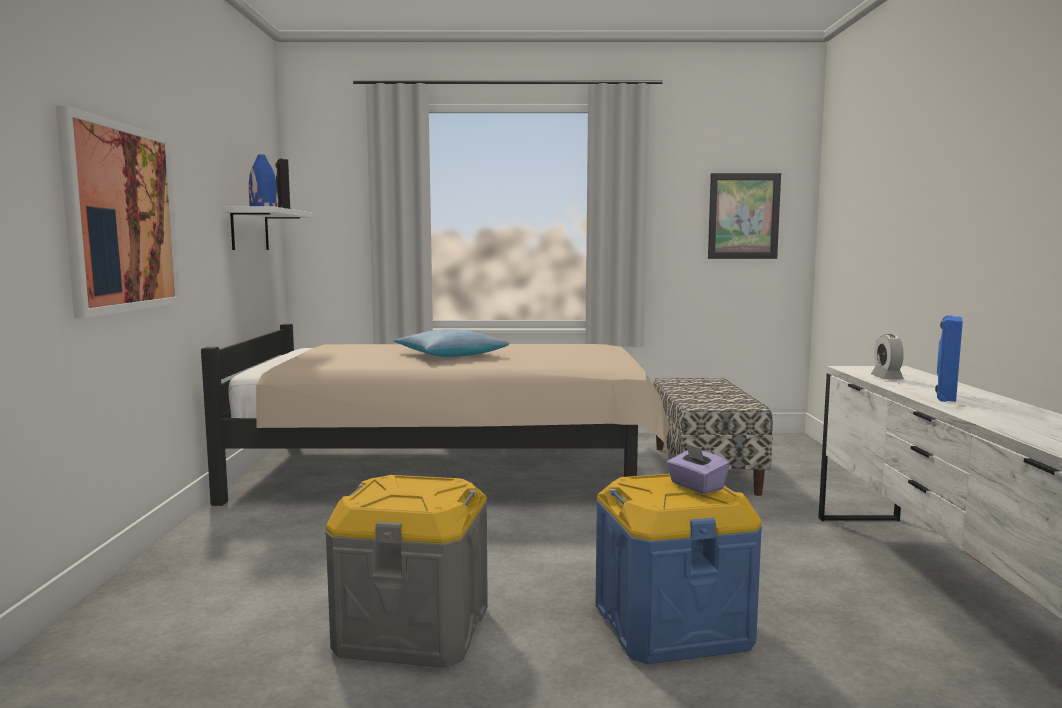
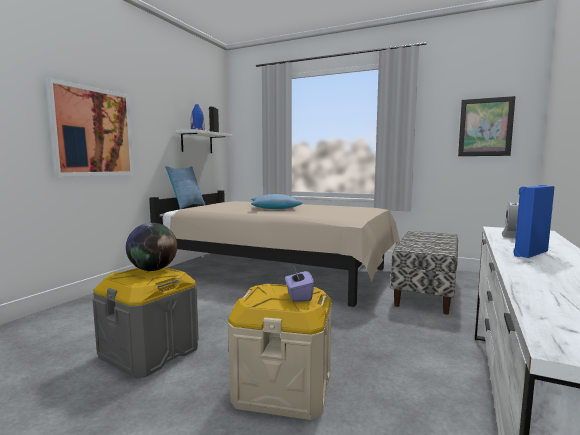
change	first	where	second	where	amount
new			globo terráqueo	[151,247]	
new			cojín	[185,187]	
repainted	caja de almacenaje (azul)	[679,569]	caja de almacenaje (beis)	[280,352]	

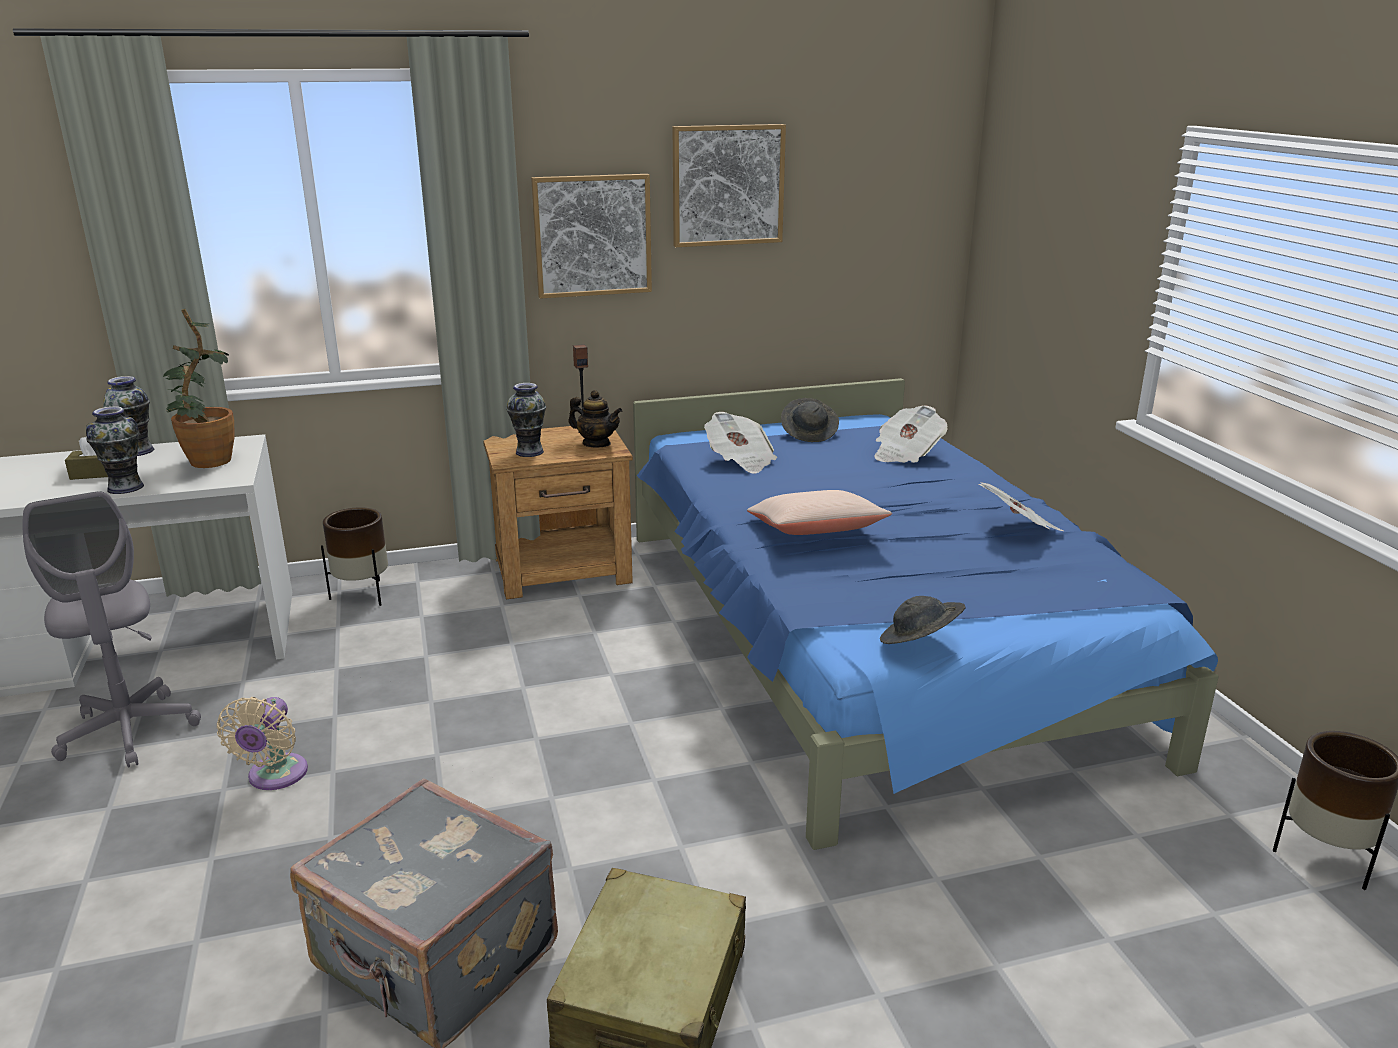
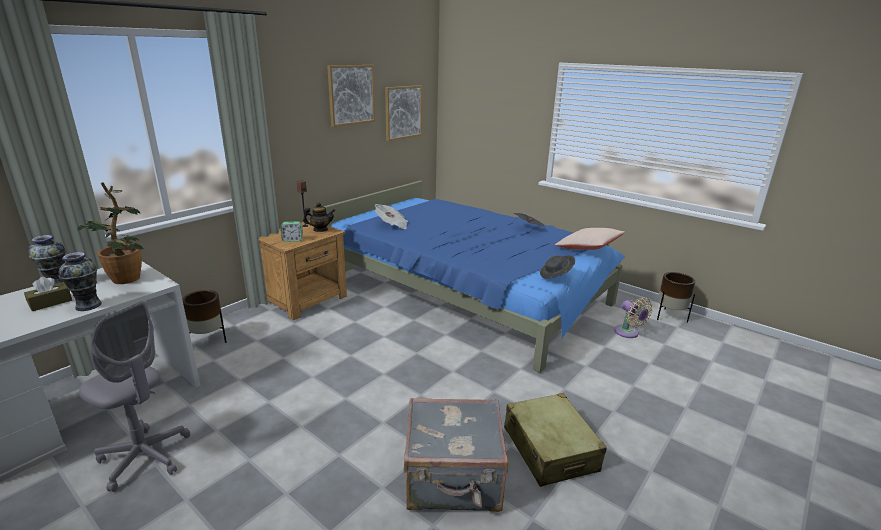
change	first	where	second	where	amount
gone	sombrero (gris)	[810,420]			
gone	periódico	[911,434]			
shifted	ventilador (beis)	[262,743]		[633,318]	
shifted	cuadro	[591,236]		[403,113]	
shifted	cojín (beis)	[819,512]		[590,239]	
swapped	florero	[526,420]	despertador	[291,231]	

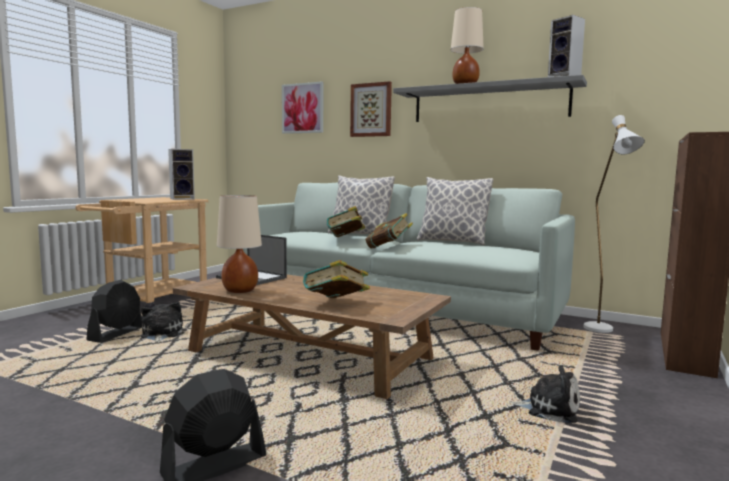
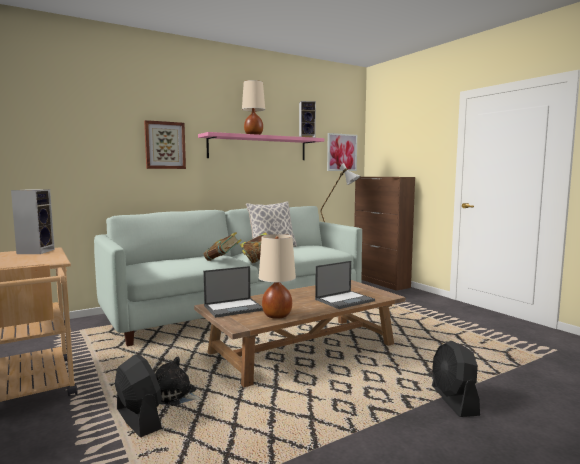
change	first	where	second	where	amount
gone	cojín	[361,204]			
gone	peluche	[545,394]			
shifted	cuadro	[302,107]		[342,152]	
swapped	libro	[336,279]	portátil	[345,285]	
repainted	estante (gris)	[490,98]	estante (rosa)	[261,146]	

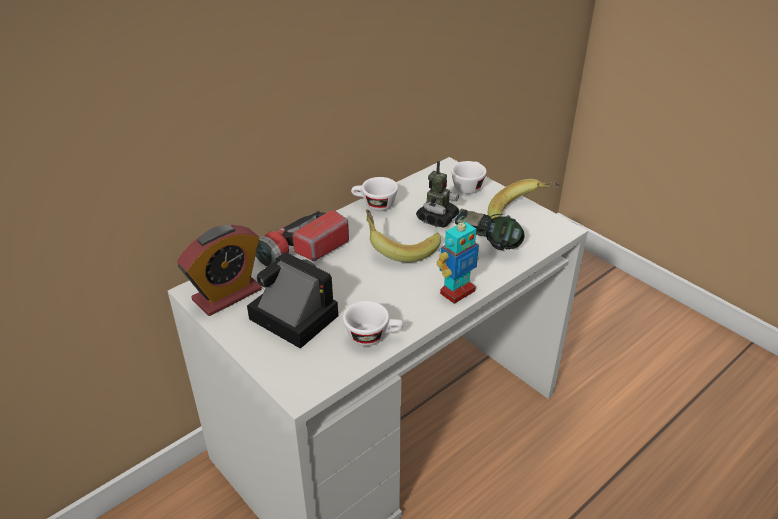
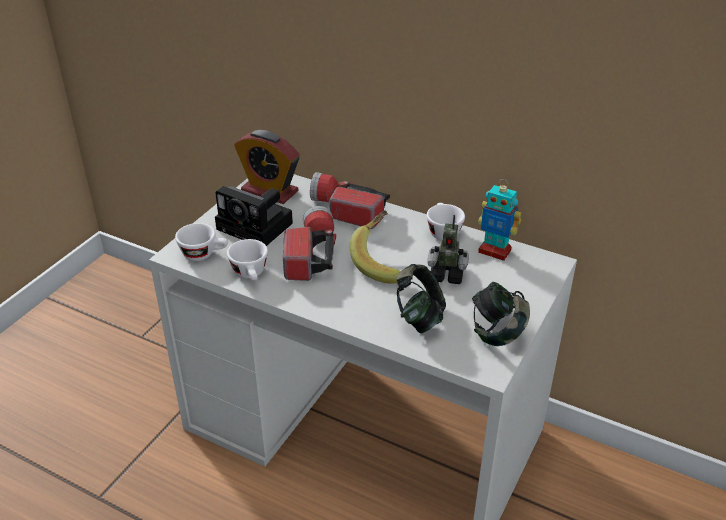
change	first	where	second	where	amount
new			linterna	[309,243]	
shifted	robot de juguete	[458,260]		[499,220]	
shifted	taza (blanco)	[468,177]		[201,242]	
swapped	plátano	[524,199]	auriculares	[501,314]	
rotated	cámara	[292,300]		[254,216]	105 degrees clockwise

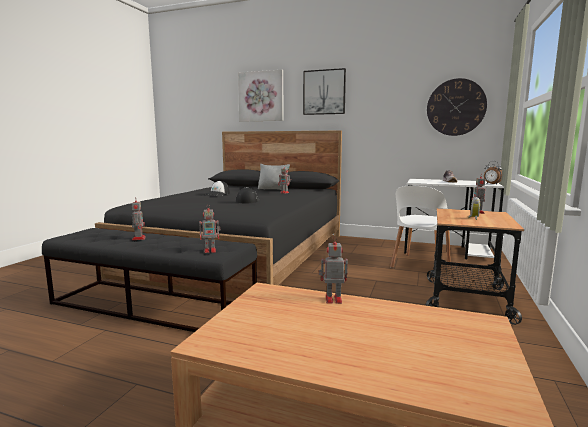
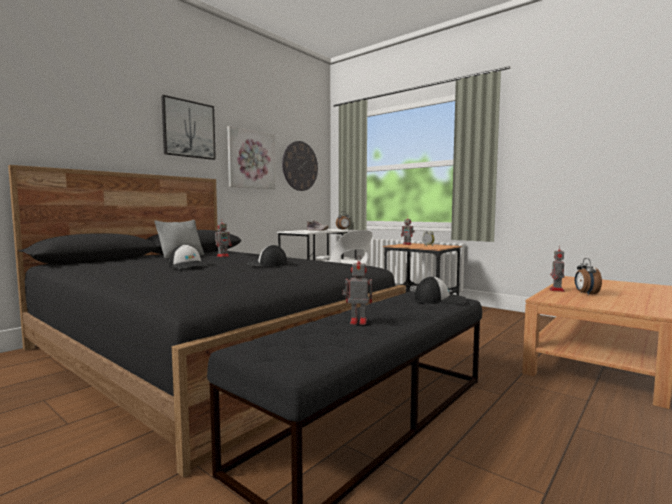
change	first	where	second	where	amount
new			despertador	[588,276]	
shifted	cuadro	[261,96]		[251,157]	
swapped	robot de juguete	[210,228]	gorra	[441,290]	

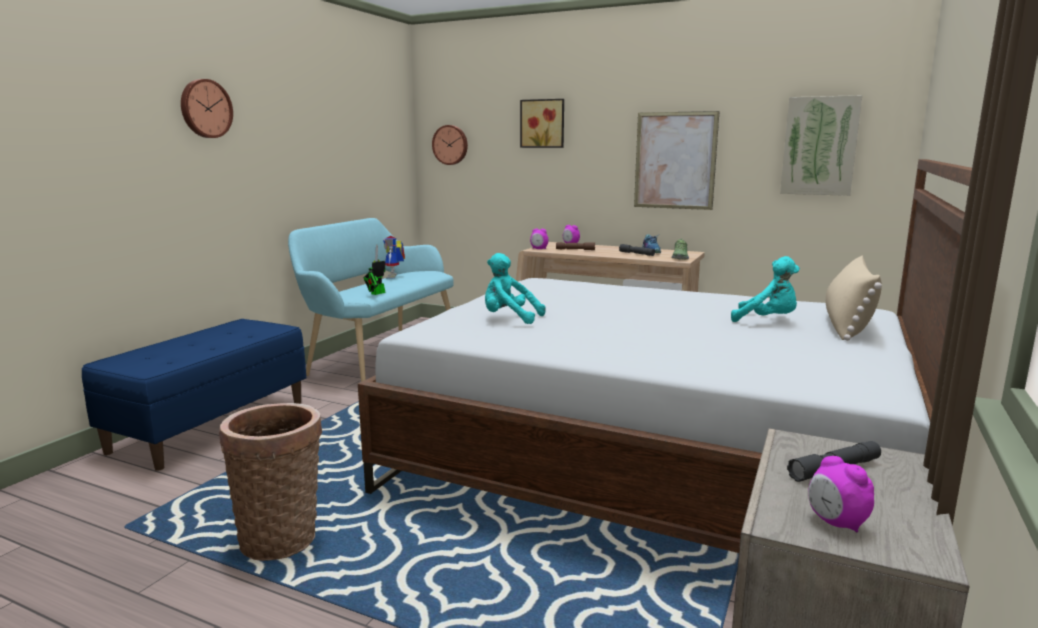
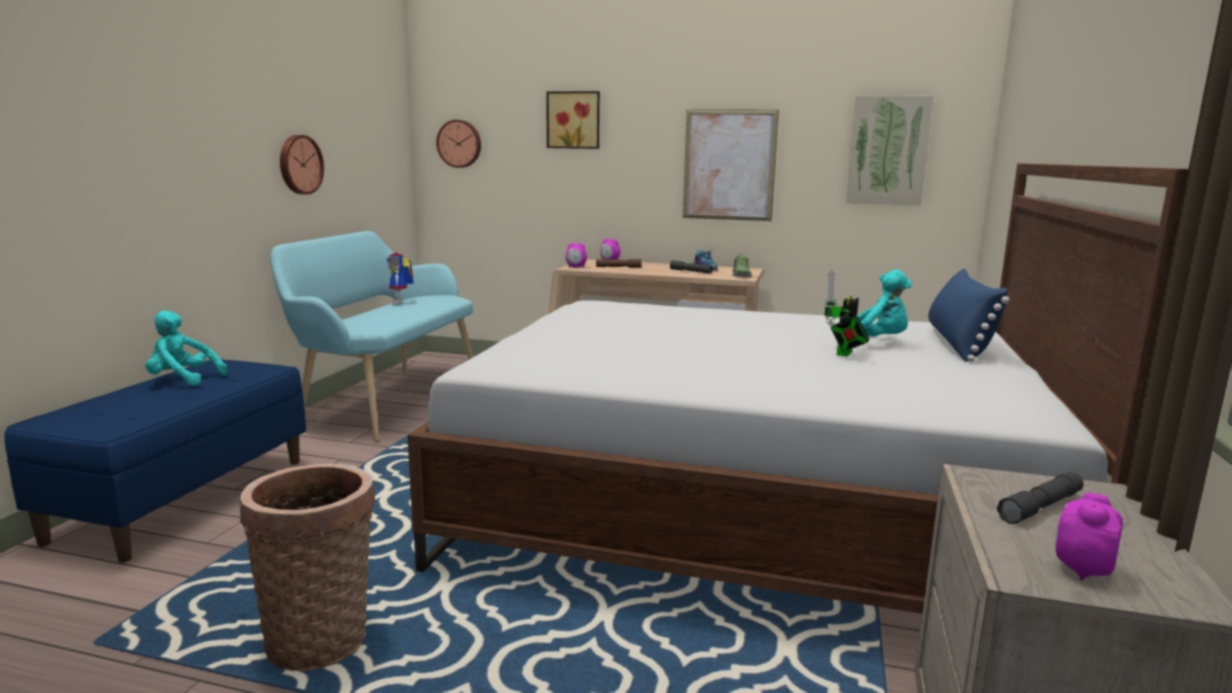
change	first	where	second	where	amount
shifted	reloj de pared	[207,108]		[302,165]	
shifted	robot de juguete	[374,270]		[847,313]	
shifted	peluche (turquesa)	[515,288]		[186,348]	
repainted	cojín (beis)	[854,298]	cojín (azul)	[968,315]	
rotated	despertador	[841,494]		[1089,536]	75 degrees clockwise

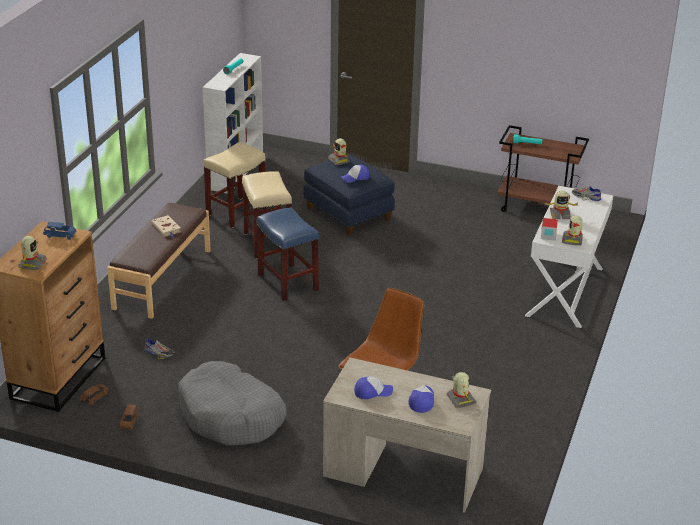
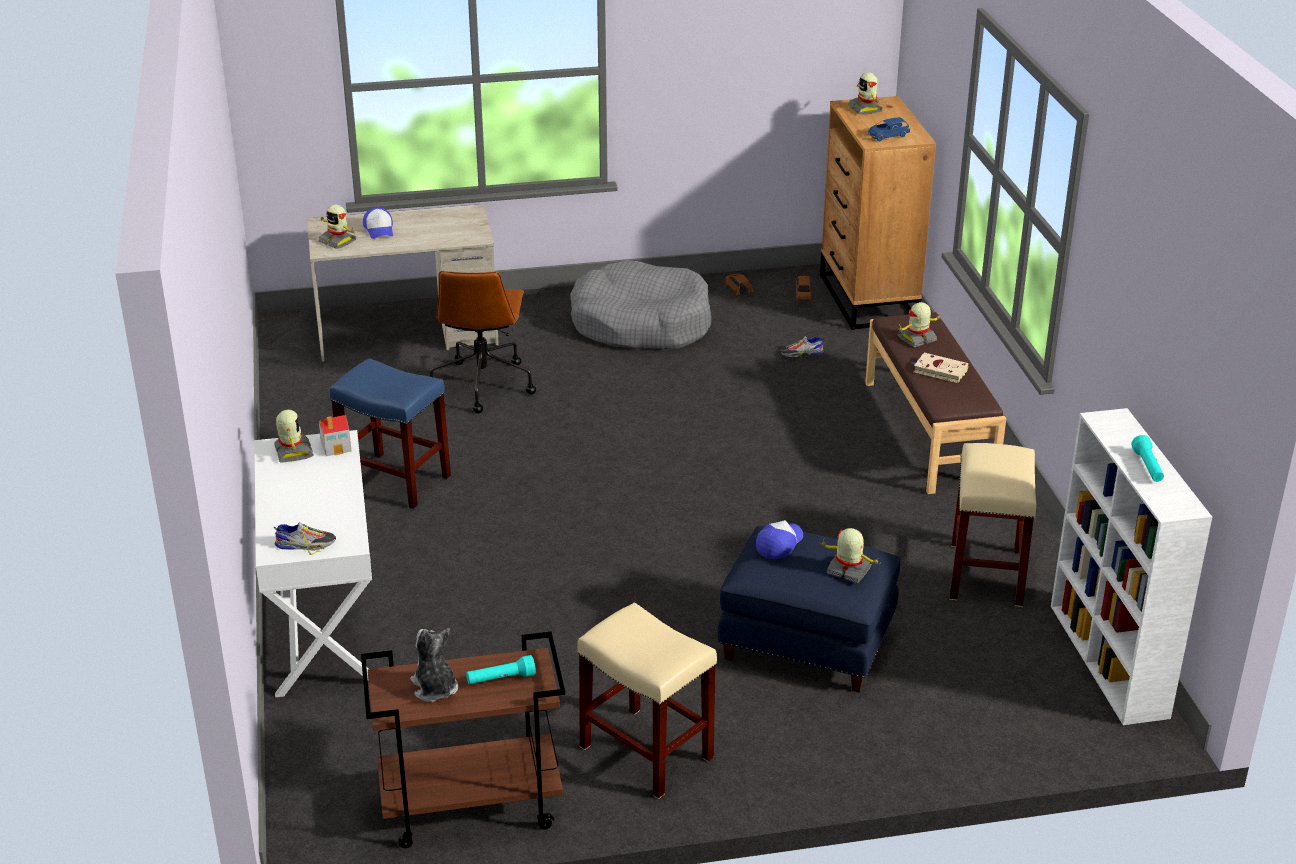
change	first	where	second	where	amount
gone	gorra	[373,387]			
new			peluche	[434,665]	
shifted	taburete (beis)	[267,215]		[647,701]	
shifted	taburete (azul)	[288,254]		[390,433]	
shifted	robot de juguete	[562,205]		[919,325]	

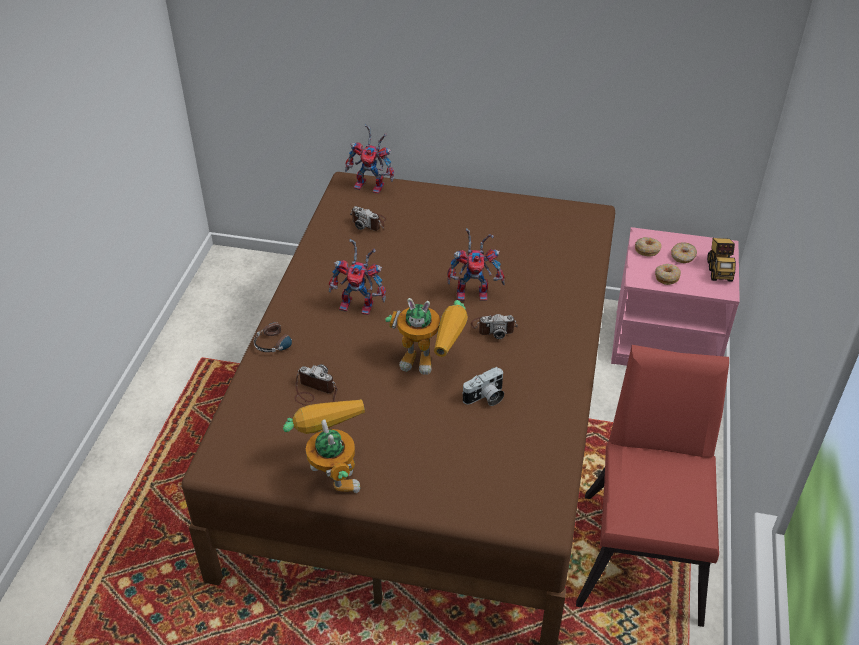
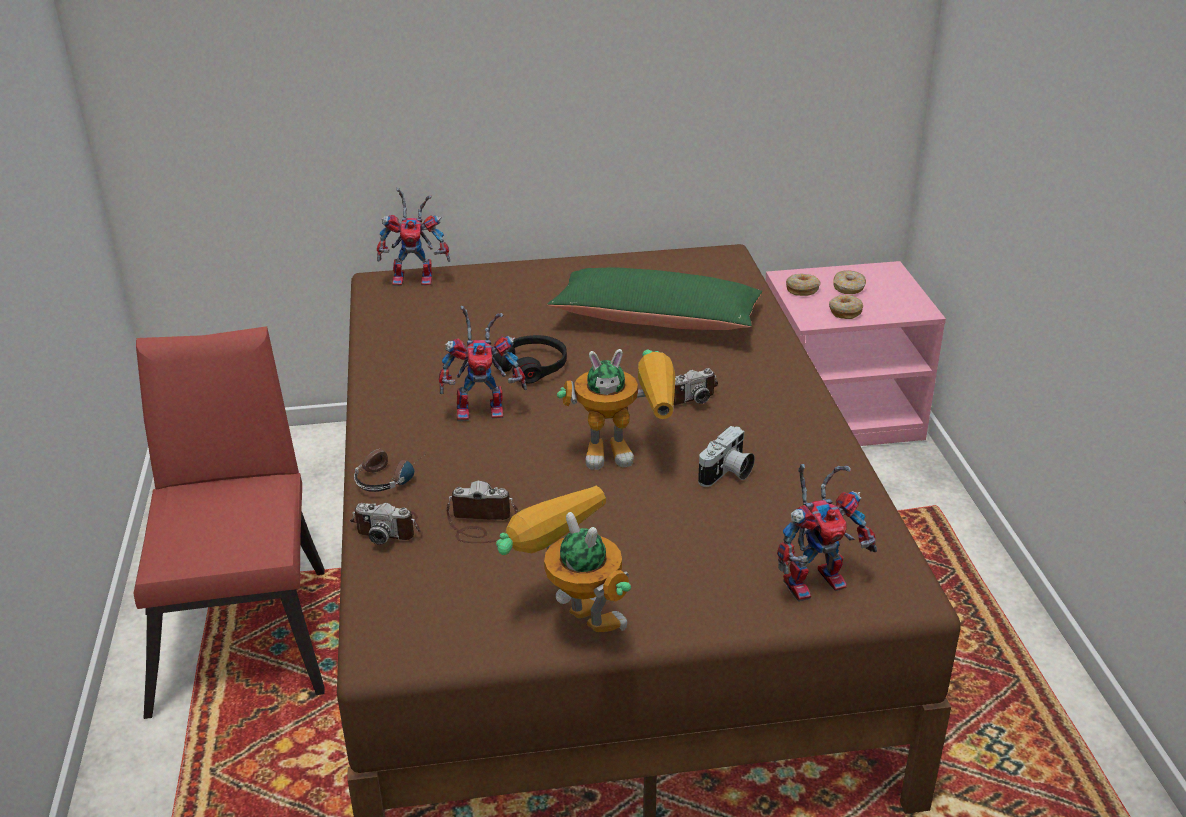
change	first	where	second	where	amount
gone	camión de juguete	[721,260]			
new			auriculares (negro)	[530,359]	
new			cojín (verde)	[654,298]	
shifted	cámara	[368,218]		[385,524]	
shifted	robot de juguete	[476,264]		[827,533]	
shifted	silla (rojo)	[652,486]		[229,522]	

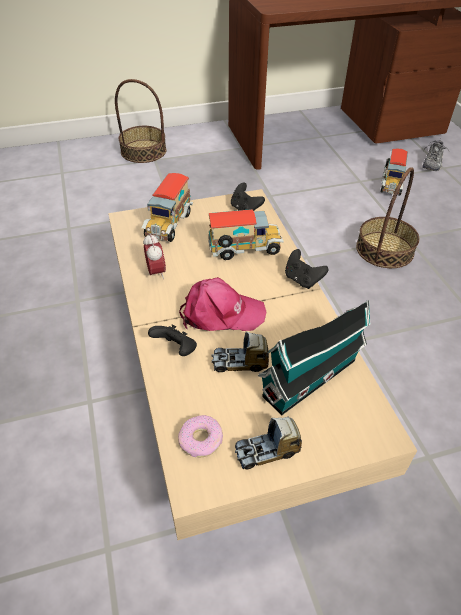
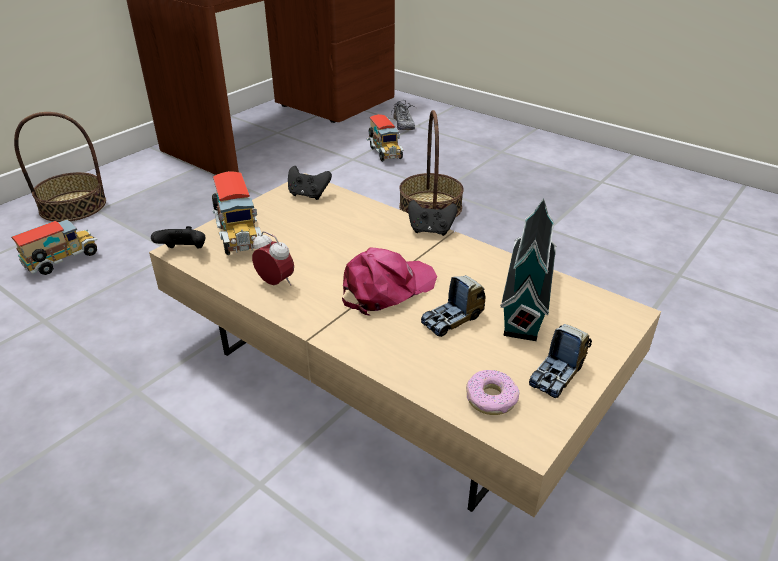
change	first	where	second	where	amount
shifted	mando de consola (negro)	[172,340]		[178,237]	
shifted	camión de juguete	[246,234]		[54,247]	

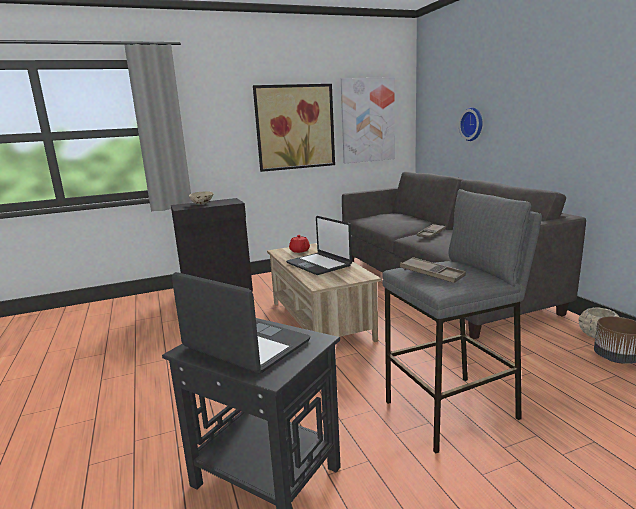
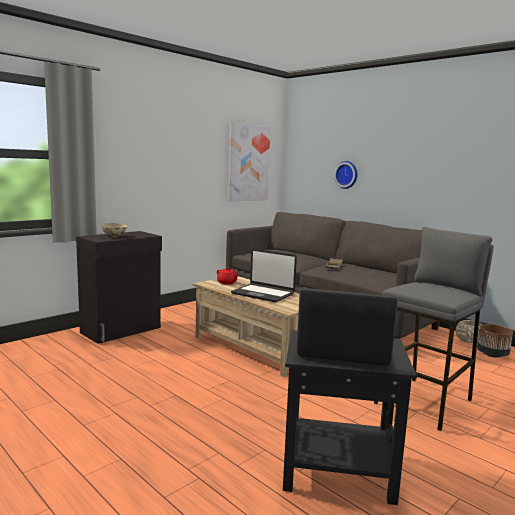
change	first	where	second	where	amount
gone	cuadro	[294,128]			
gone	bandeja (marrón)	[433,270]			

